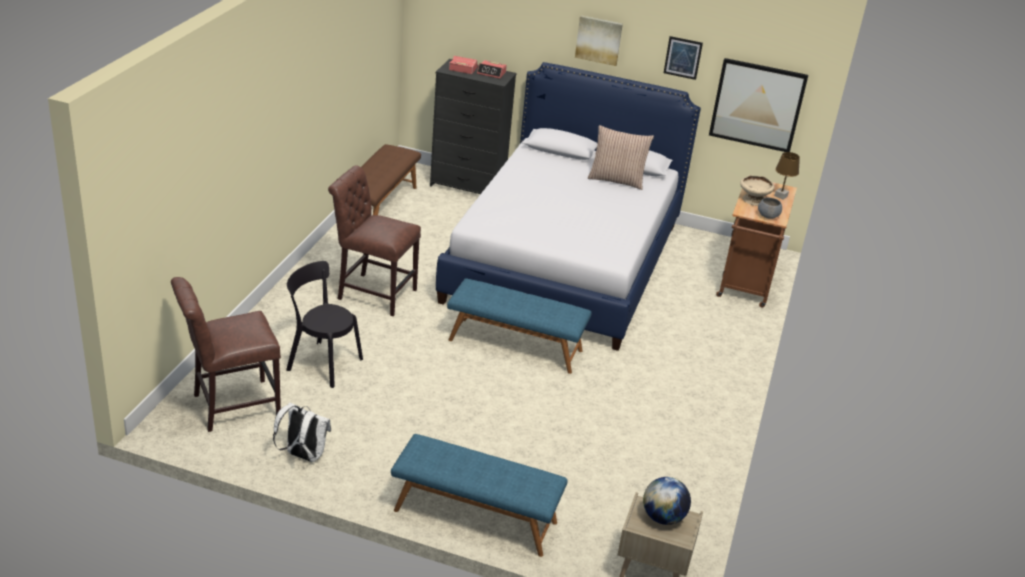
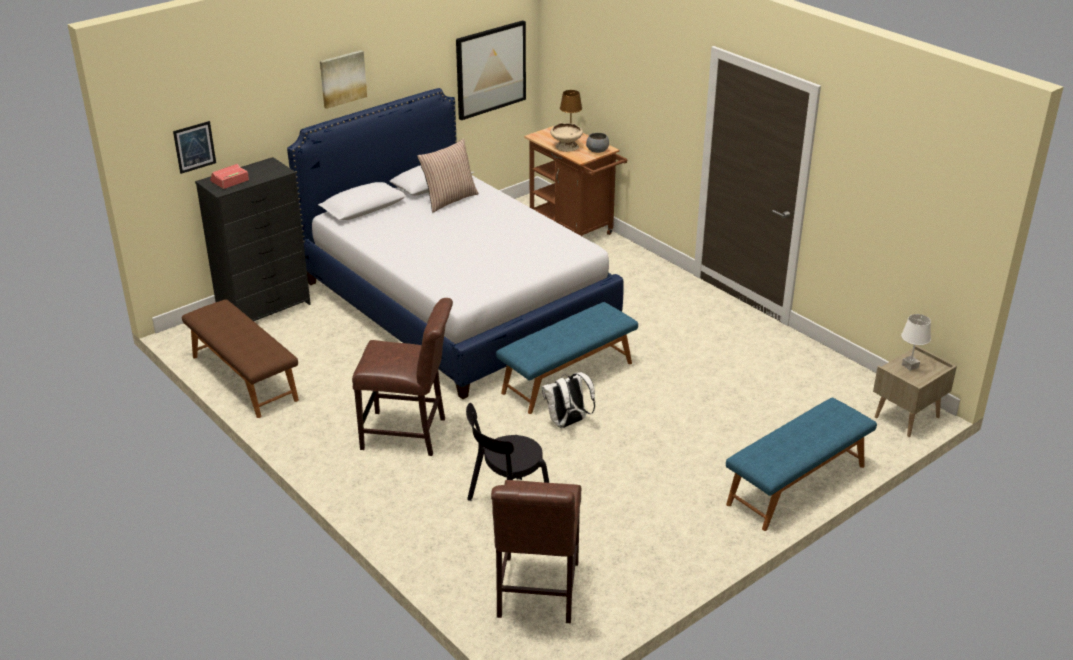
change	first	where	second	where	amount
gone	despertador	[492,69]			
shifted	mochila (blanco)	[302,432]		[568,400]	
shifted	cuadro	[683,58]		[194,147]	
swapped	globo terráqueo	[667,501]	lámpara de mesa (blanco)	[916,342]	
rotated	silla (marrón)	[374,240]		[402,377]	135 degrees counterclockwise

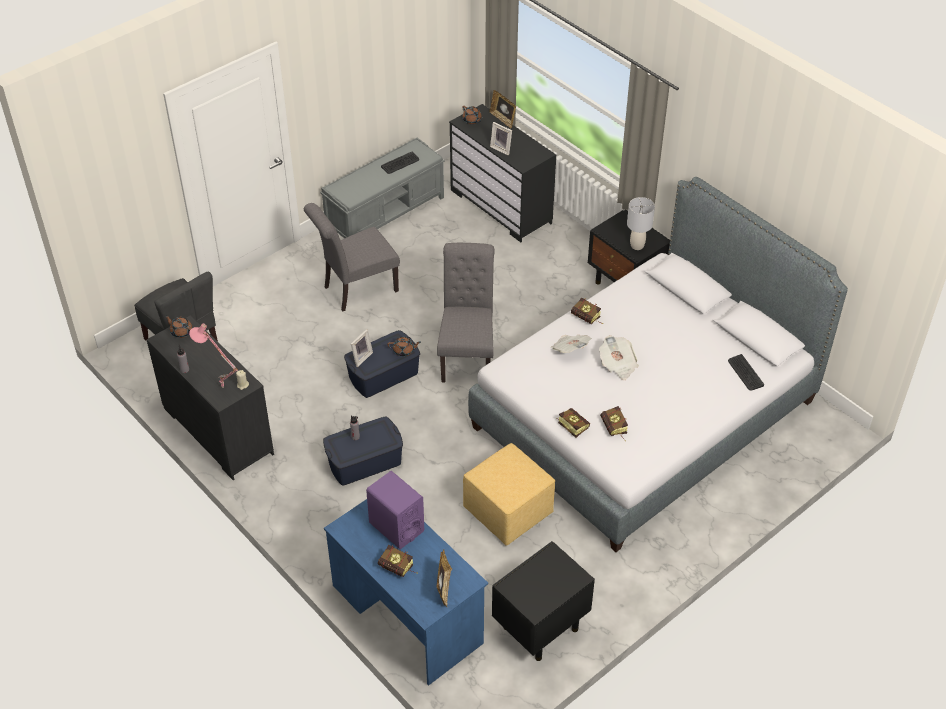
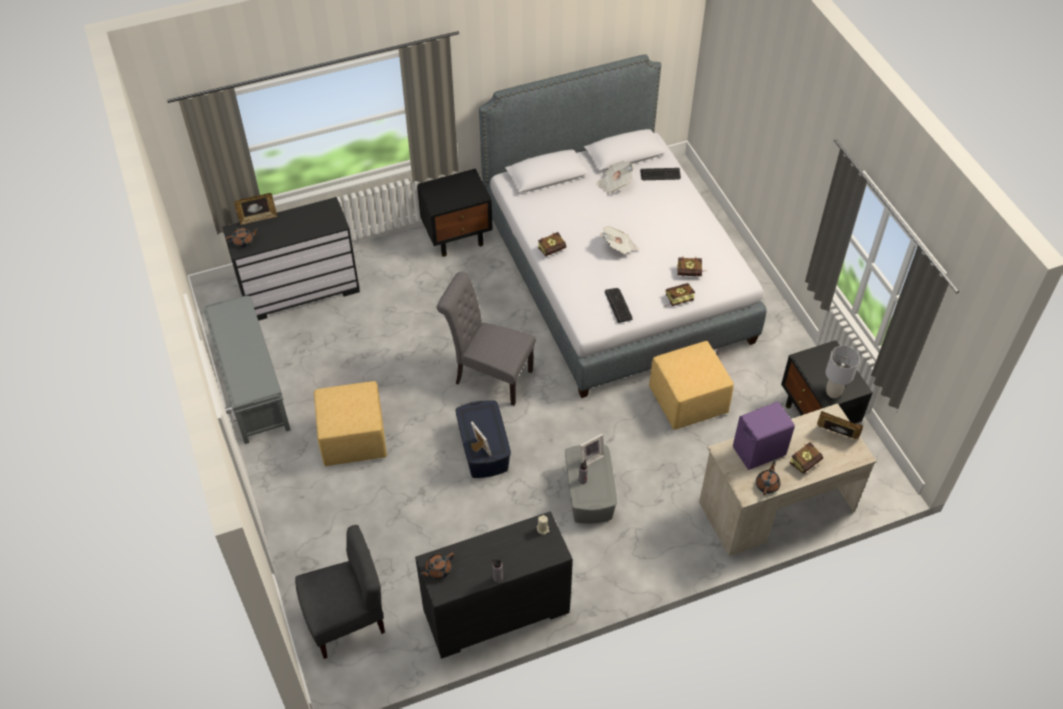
change	first	where	second	where	amount
gone	lámpara de mesa (rosa)	[213,355]			
shifted	teclado	[400,163]		[619,305]	
shifted	tetera (marrón)	[404,346]		[768,478]	
shifted	portarretratos	[501,138]		[592,449]	
shifted	periódico	[571,344]		[615,177]	
shifted	lámpara de mesa (gris)	[641,223]		[843,372]	
swapped	silla (gris)	[352,257]	puf (amarillo)	[350,423]	
repainted	caja de almacenaje (azul)	[363,451]	caja de almacenaje (gris)	[591,484]	
repainted	escritorio (azul)	[406,592]	escritorio (beis)	[788,479]	

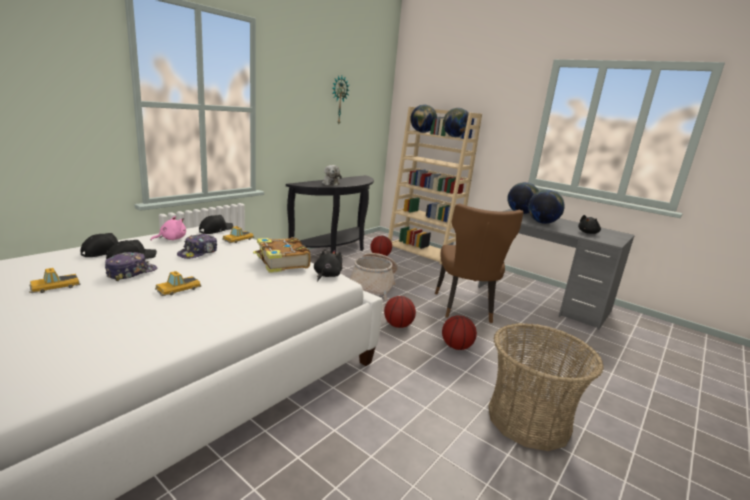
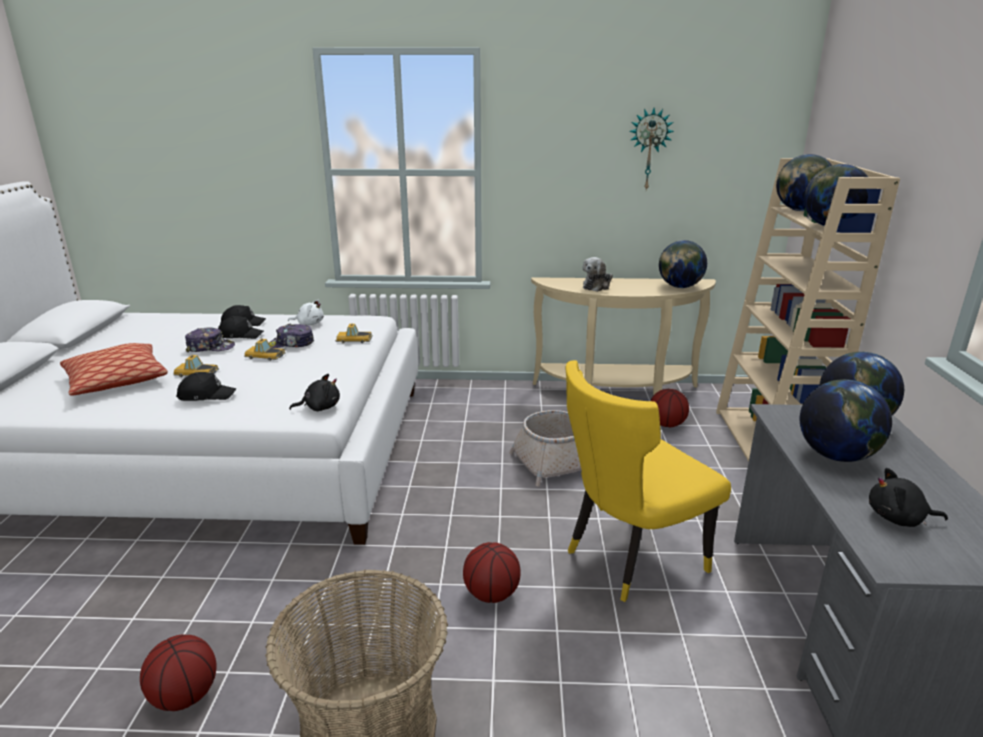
change	first	where	second	where	amount
gone	libro	[282,255]			
new			cojín	[114,369]	
new			globo terráqueo	[683,264]	
shifted	coche de juguete	[55,280]		[265,350]	
shifted	gorra (negro)	[216,224]		[206,386]	
shifted	balón de baloncesto	[400,312]		[178,672]	
repainted	peluche (rosa)	[168,228]	peluche (blanco)	[306,312]	
repainted	mesa consola (negro)	[330,215]	mesa consola (beis)	[623,336]	
repainted	silla (marrón)	[479,263]	silla (amarillo)	[648,481]	

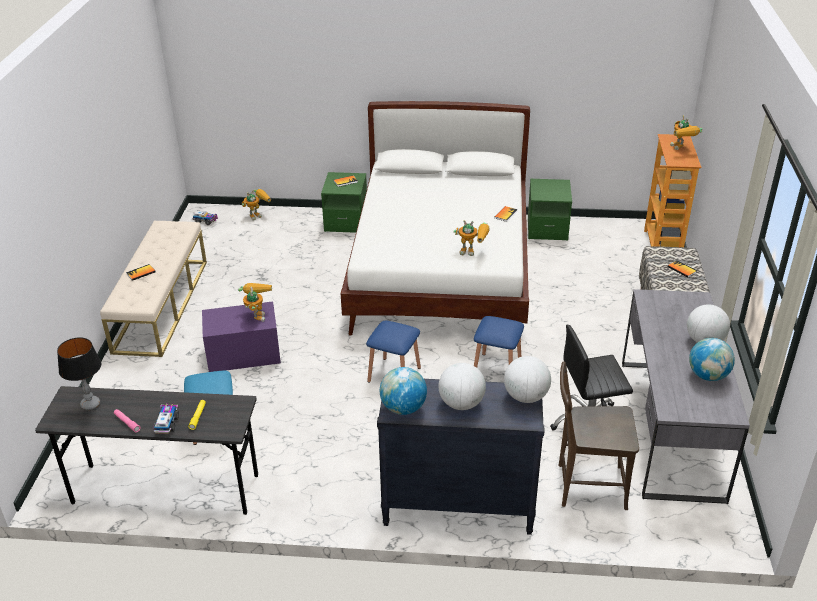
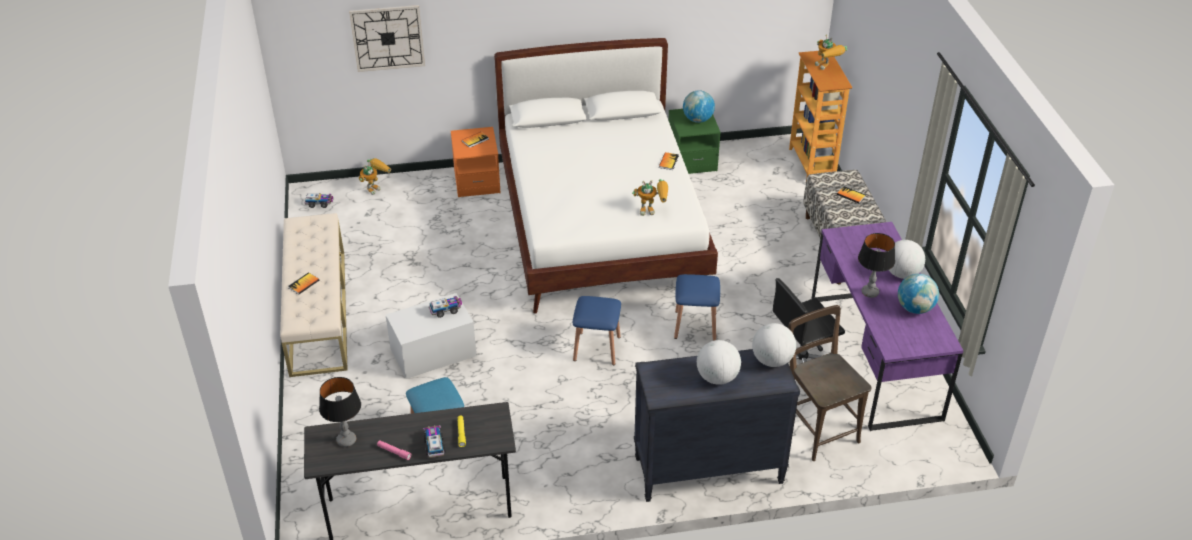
change	first	where	second	where	amount
new			reloj de pared	[387,38]	
new			lámpara de mesa	[876,265]	
shifted	globo terráqueo	[403,391]		[699,106]	
swapped	robot de juguete	[255,302]	camión de juguete	[445,307]	
repainted	caja de almacenaje (morado)	[241,337]	caja de almacenaje (blanco)	[431,336]	
repainted	mesita de noche (verde)	[344,202]	mesita de noche (naranja)	[475,162]	
repainted	escritorio (gris)	[686,396]	escritorio (morado)	[887,326]	
rotated	silla (marrón)	[599,435]		[830,383]	75 degrees clockwise

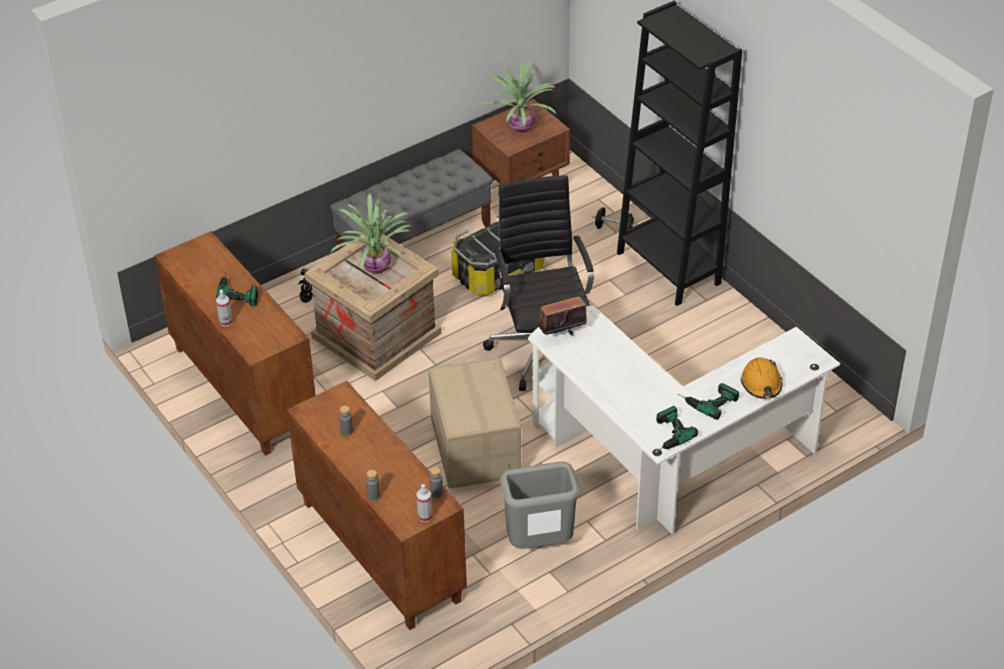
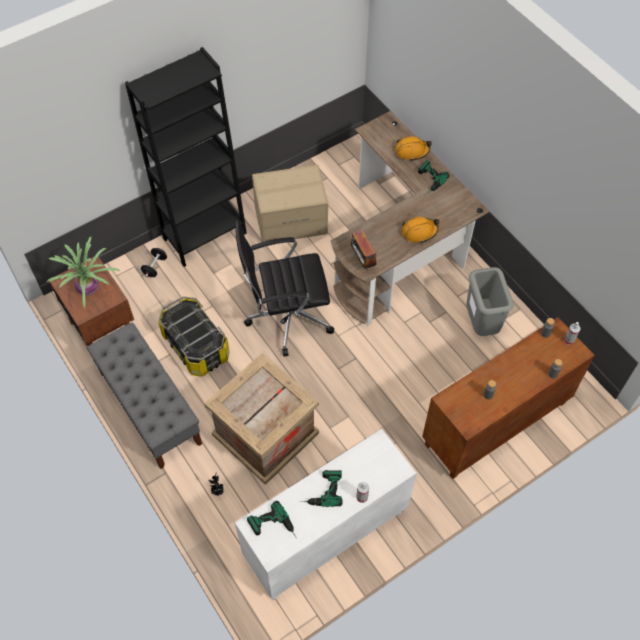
change	first	where	second	where	amount
gone	planta en maceta	[371,233]			
new			casco (naranja)	[421,230]	
shifted	caja de cartón	[474,423]		[290,203]	
shifted	taladro	[677,428]		[272,520]	
repainted	armario (marrón)	[235,343]	armario (blanco)	[326,514]	
repainted	escritorio (blanco)	[684,419]	escritorio (marrón)	[410,218]	

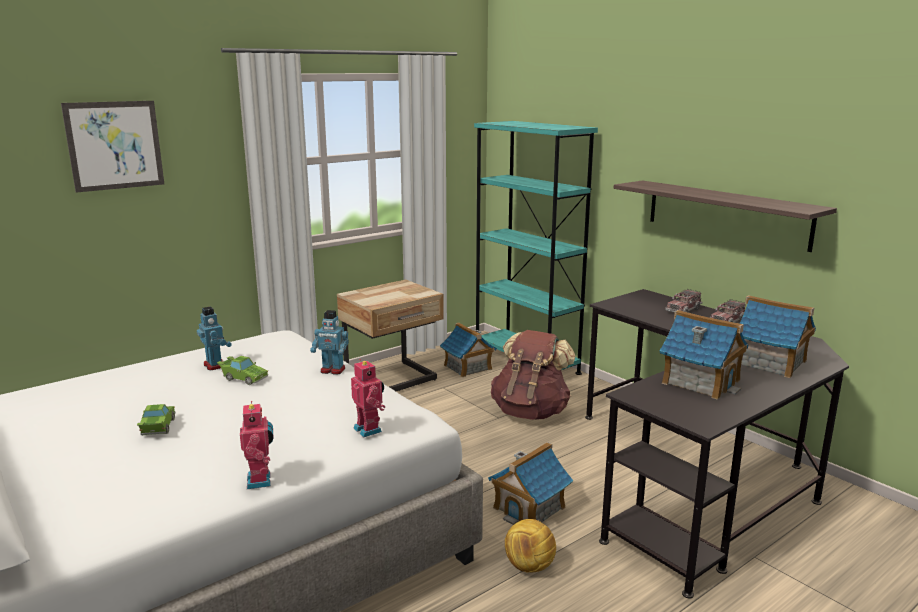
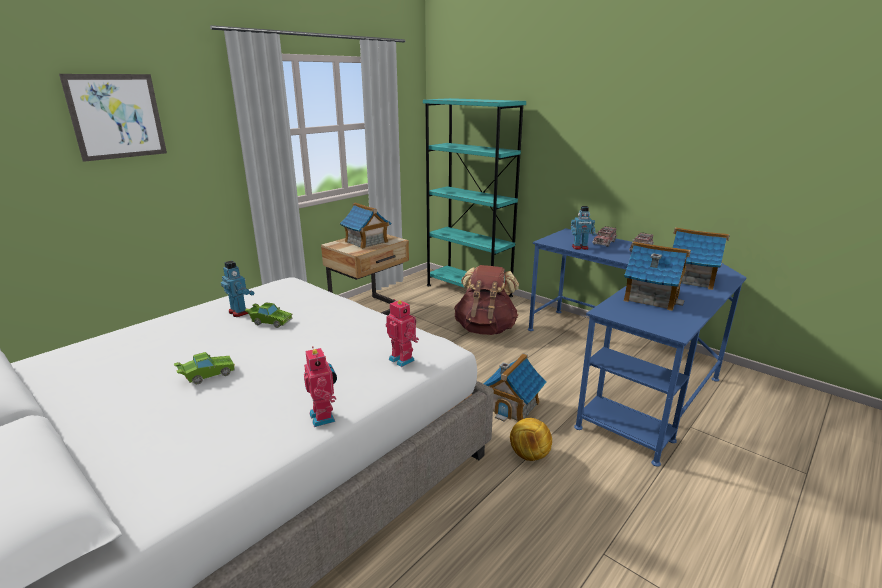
change	first	where	second	where	amount
gone	estante	[725,216]			
shifted	robot de juguete	[329,342]		[583,228]	
shifted	casita	[468,350]		[365,226]	
repainted	escritorio (negro)	[717,443]	escritorio (azul)	[637,347]	
rotated	coche de juguete (verde)	[156,419]		[204,368]	75 degrees clockwise

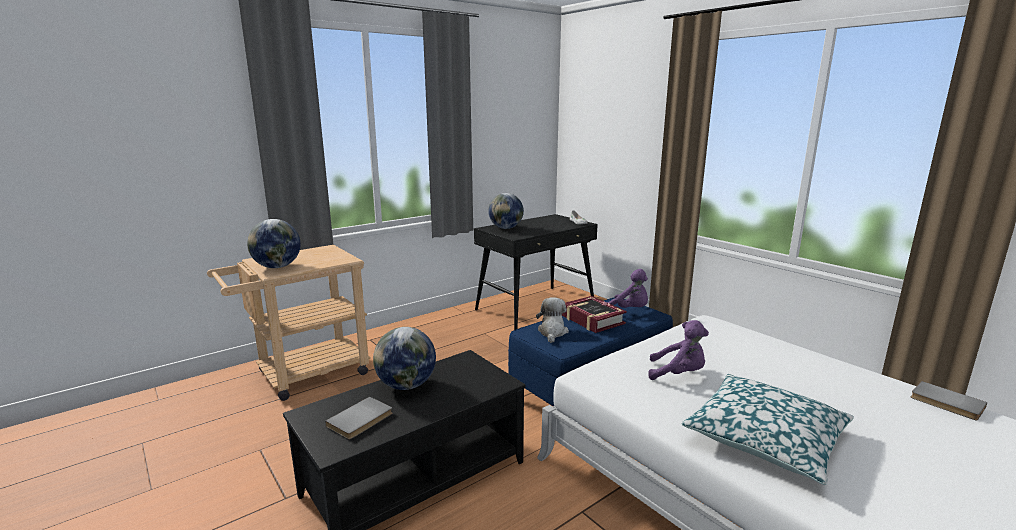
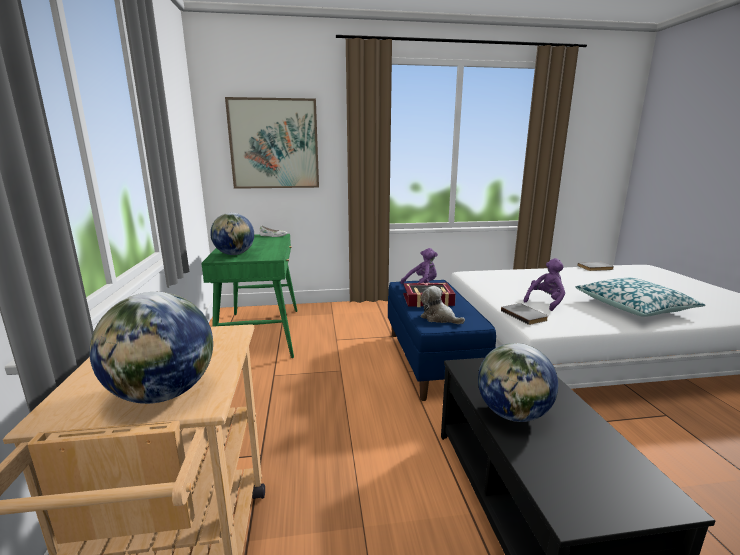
change	first	where	second	where	amount
new			cuadro	[272,143]	
shifted	libro (gris)	[358,418]		[524,314]	
repainted	escritorio (negro)	[536,272]	escritorio (verde)	[249,296]	

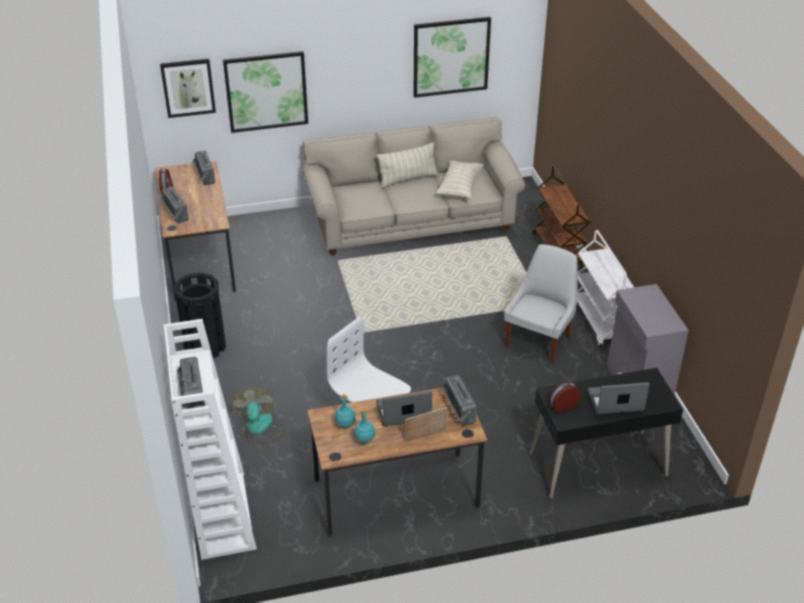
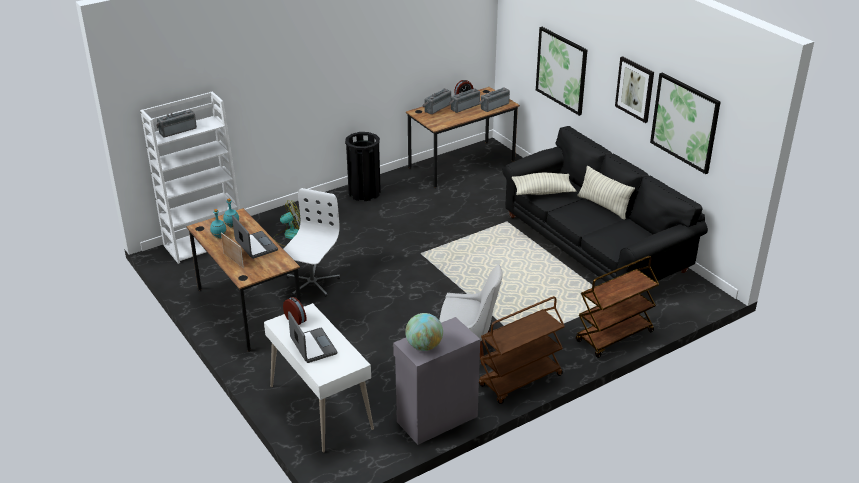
change	first	where	second	where	amount
new			globo terráqueo	[424,332]	
shifted	cuadro	[188,88]		[634,89]	
shifted	cojín	[459,179]		[544,184]	
shifted	radio	[459,400]		[464,100]	
repainted	sofá (beis)	[412,186]	sofá (negro)	[605,204]	
repainted	escritorio (negro)	[606,433]	escritorio (blanco)	[319,377]	
repainted	carrito (blanco)	[605,288]	carrito (marrón)	[522,350]	

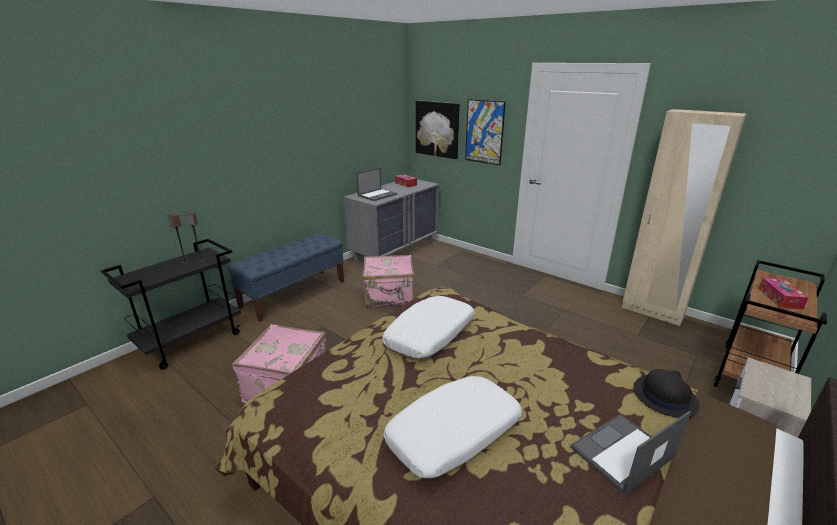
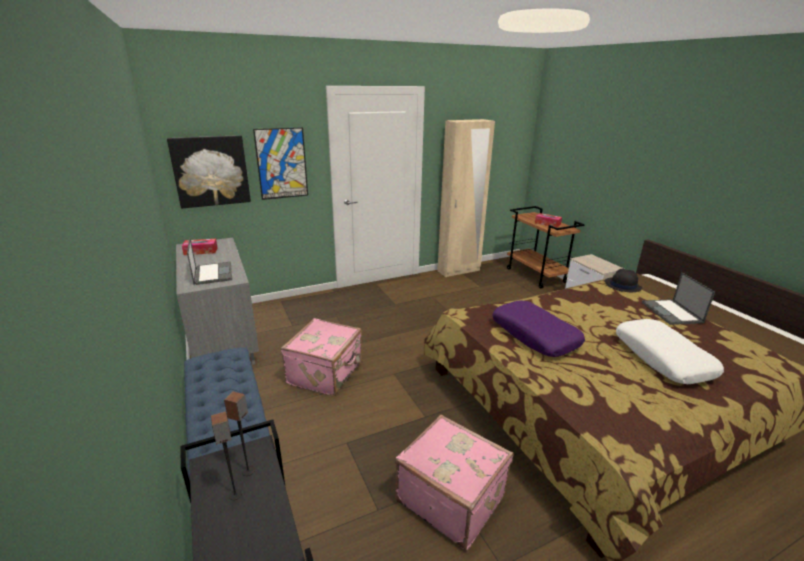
change	first	where	second	where	amount
repainted	cojín (blanco)	[428,327]	cojín (morado)	[538,329]	

